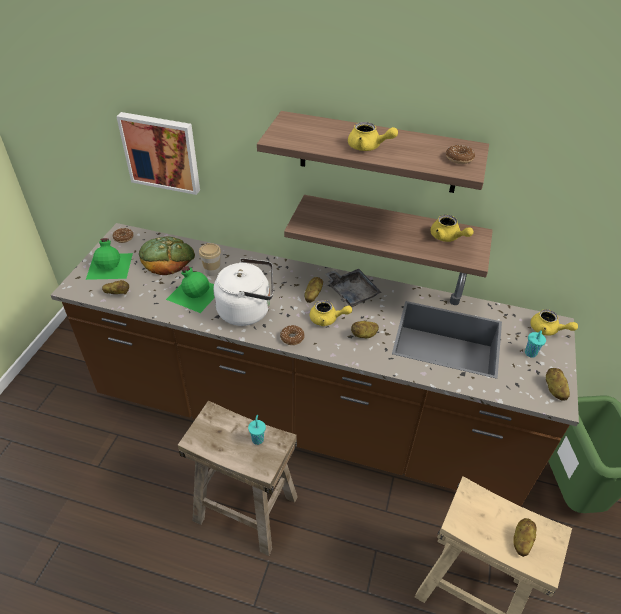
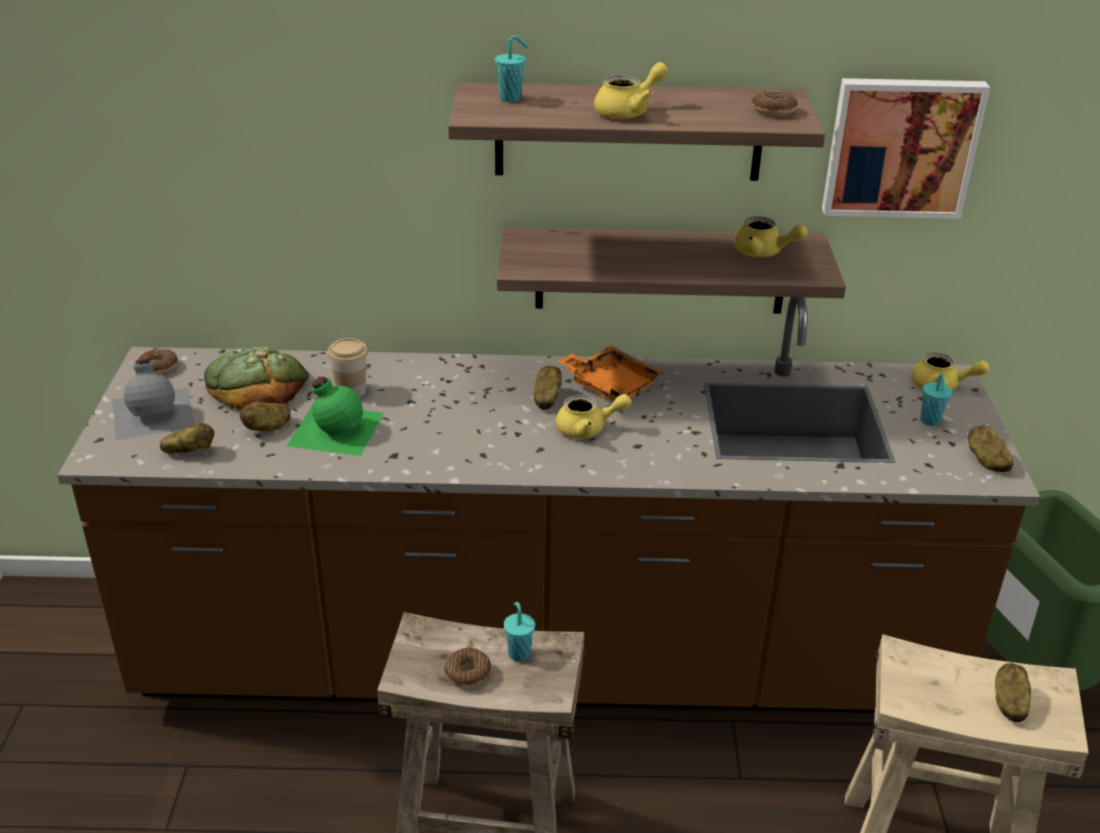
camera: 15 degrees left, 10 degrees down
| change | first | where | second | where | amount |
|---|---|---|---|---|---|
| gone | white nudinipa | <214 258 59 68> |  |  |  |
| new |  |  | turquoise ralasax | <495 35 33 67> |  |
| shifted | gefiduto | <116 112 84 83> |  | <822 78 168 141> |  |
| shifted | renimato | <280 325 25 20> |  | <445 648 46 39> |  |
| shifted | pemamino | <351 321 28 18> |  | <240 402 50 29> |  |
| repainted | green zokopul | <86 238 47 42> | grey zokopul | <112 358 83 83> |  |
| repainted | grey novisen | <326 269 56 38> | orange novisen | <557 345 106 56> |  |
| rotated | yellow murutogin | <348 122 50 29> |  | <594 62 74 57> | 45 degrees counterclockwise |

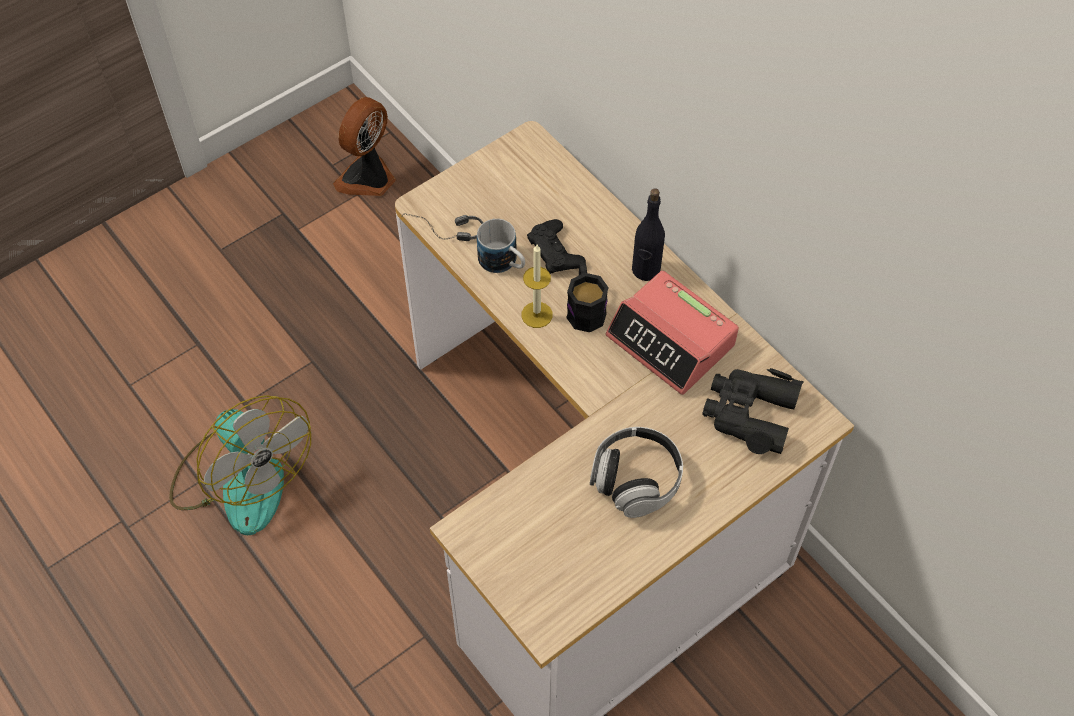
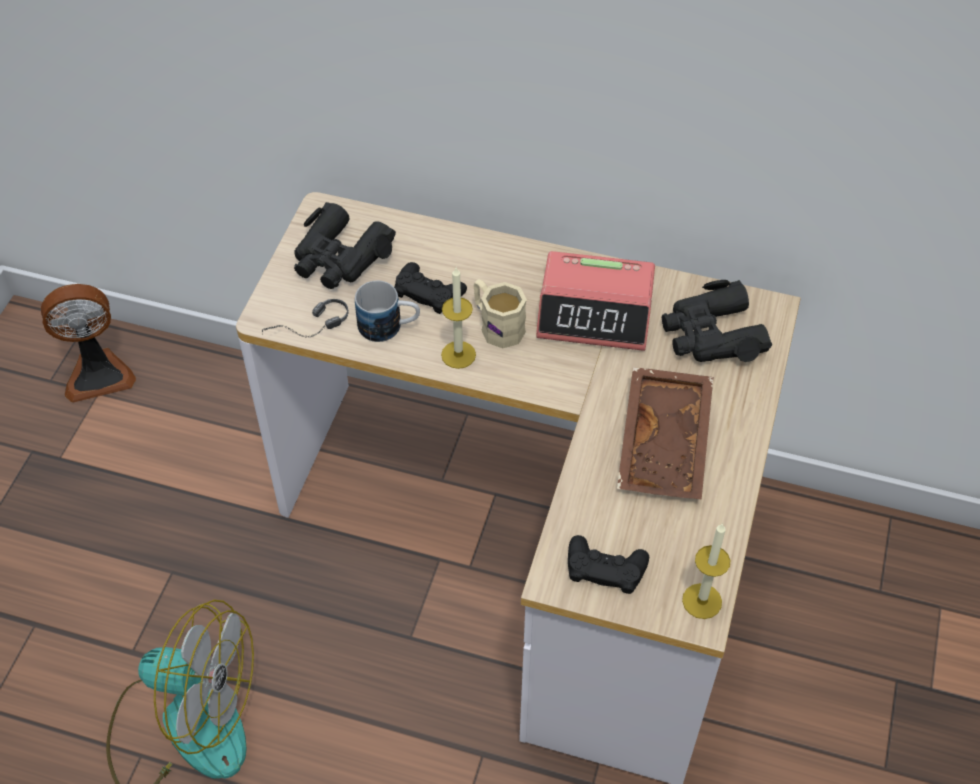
camera: 35 degrees left, 5 degrees down
| change | first | where | second | where | amount |
|---|---|---|---|---|---|
| gone | black zokopul | <632 188 33 93> |  |  |  |
| new |  |  | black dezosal | <294 202 102 87> |  |
| new |  |  | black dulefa | <568 535 81 59> |  |
| new |  |  | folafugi | <682 523 48 96> |  |
| swapped | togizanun | <590 427 93 91> | brown novisen | <617 367 97 133> |  |
| repainted | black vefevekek | <566 263 43 70> | beige vefevekek | <474 279 53 70> |  |
| rotated | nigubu | <333 97 63 99> |  | <41 284 95 119> | 105 degrees counterclockwise |

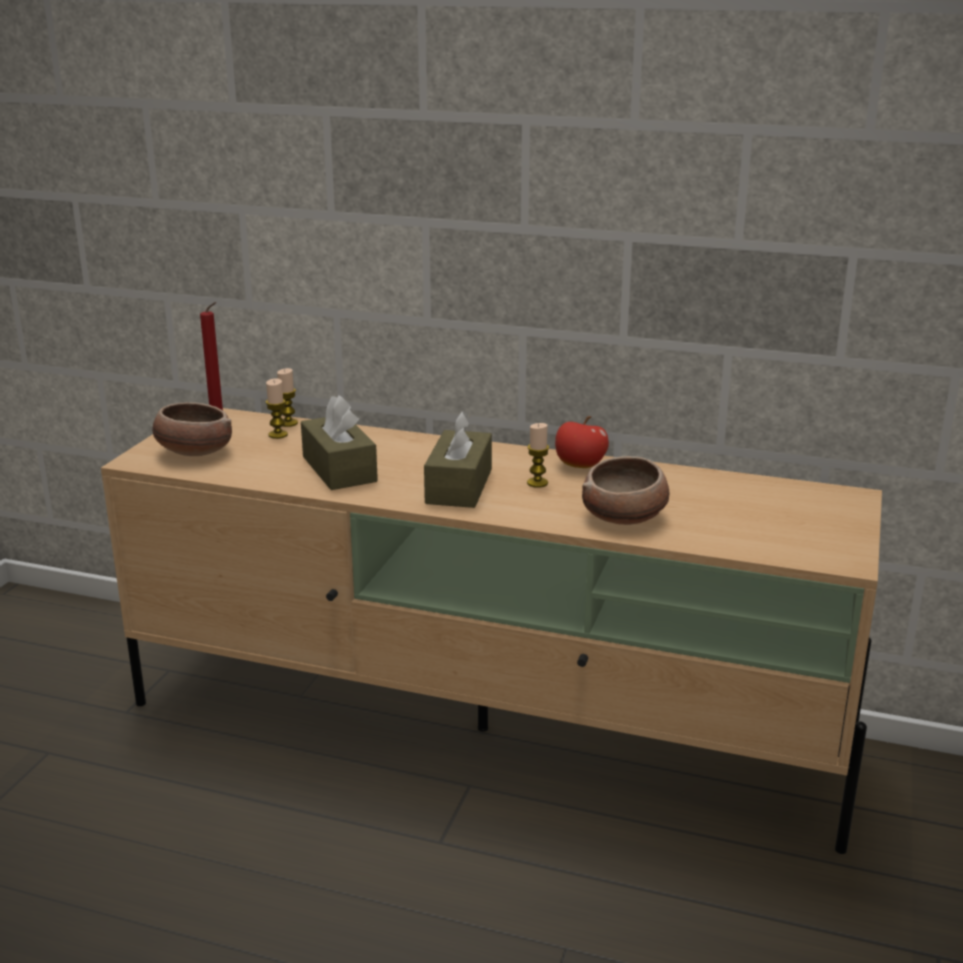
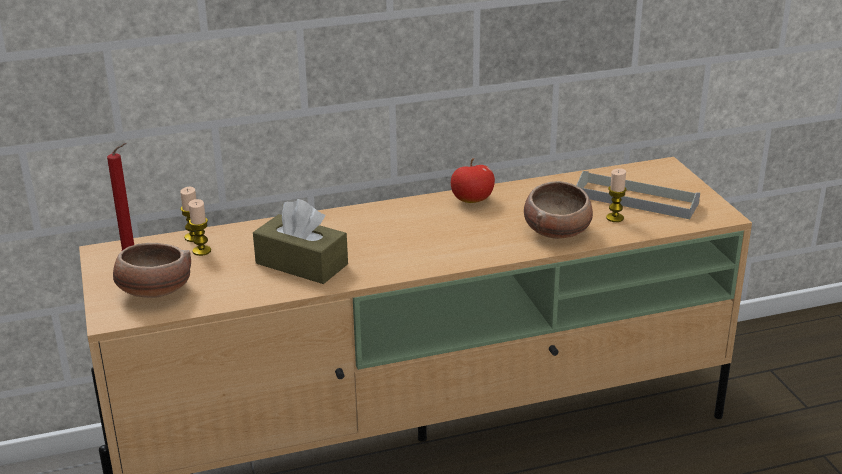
camera: 35 degrees left, 5 degrees up
| change | first | where | second | where | amount |
|---|---|---|---|---|---|
| gone | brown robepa | <424 411 68 97> |  |  |  |
| new |  |  | grey novisen | <576 171 124 48> |  |
| shifted | folafugi | <527 423 22 65> |  | <606 168 21 54> |  |

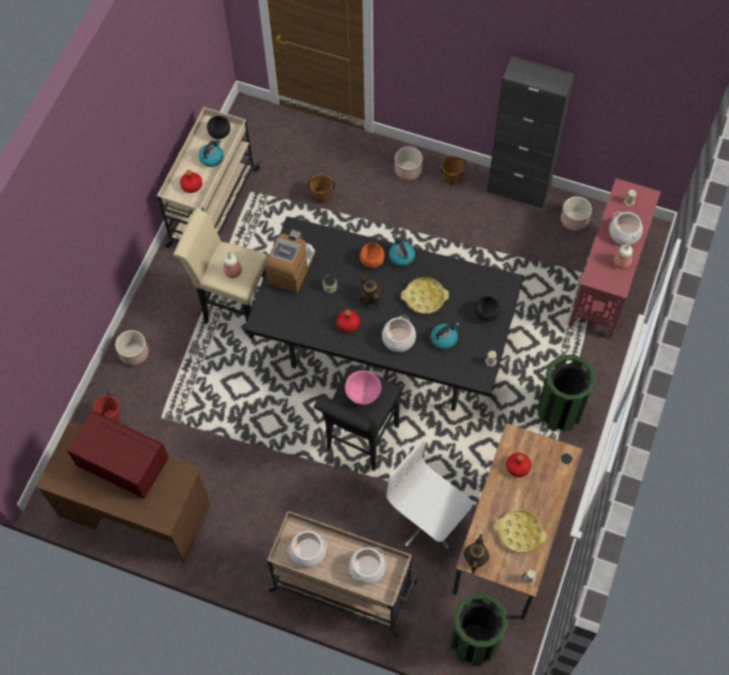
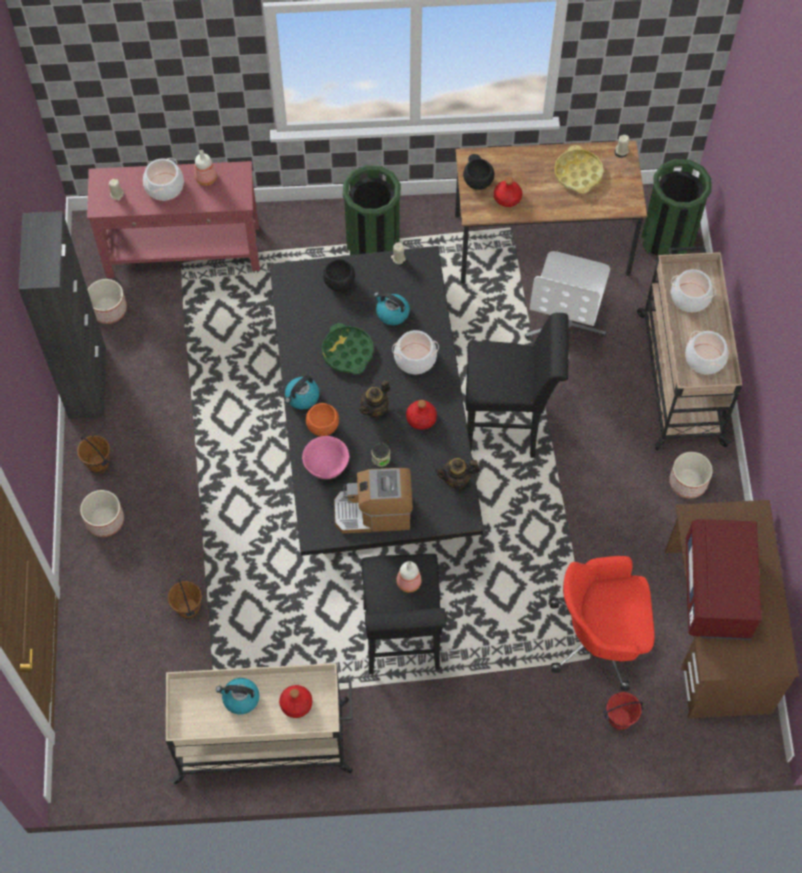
camera: 115 degrees left, 0 degrees up
| change | first | where | second | where | amount |
|---|---|---|---|---|---|
| new |  |  | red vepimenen | <550 556 105 135> |  |
| shifted | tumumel | <115 330 34 36> |  | <669 452 44 46> |  |
| shifted | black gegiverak | <207 116 23 23> |  | <463 159 31 31> |  |
| shifted | pink gegiverak | <345 371 36 34> |  | <302 436 47 43> |  |
| shifted | murutogin | <464 534 26 40> |  | <435 458 45 31> |  |
| repainted | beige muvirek | <173 209 95 130> | black muvirek | <361 554 85 120> |  |
| repainted | yellow novisen | <401 277 48 37> | green novisen | <322 323 52 51> |  |

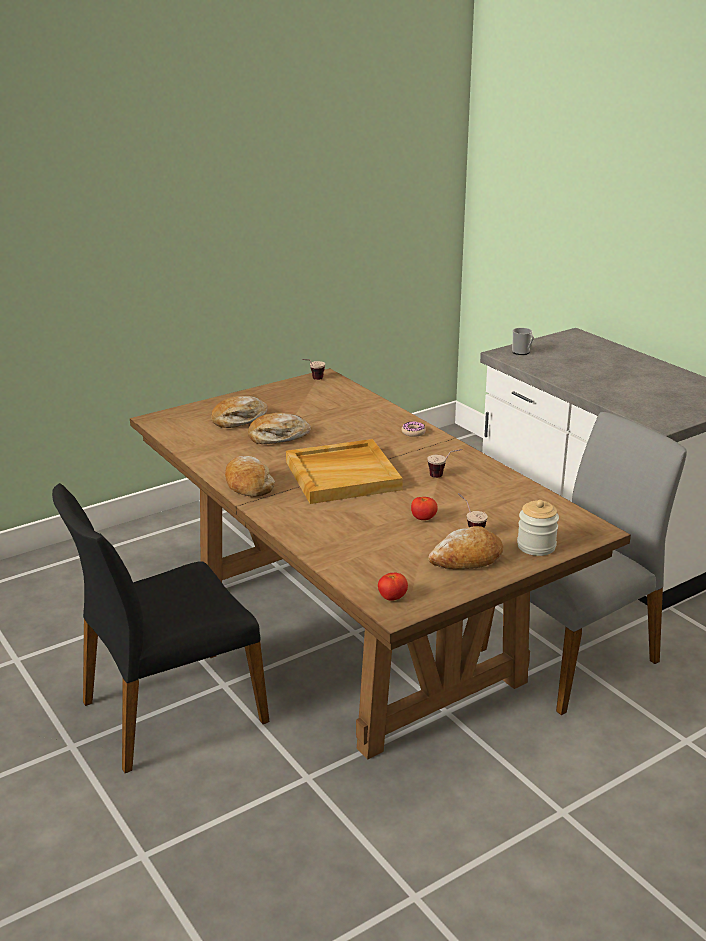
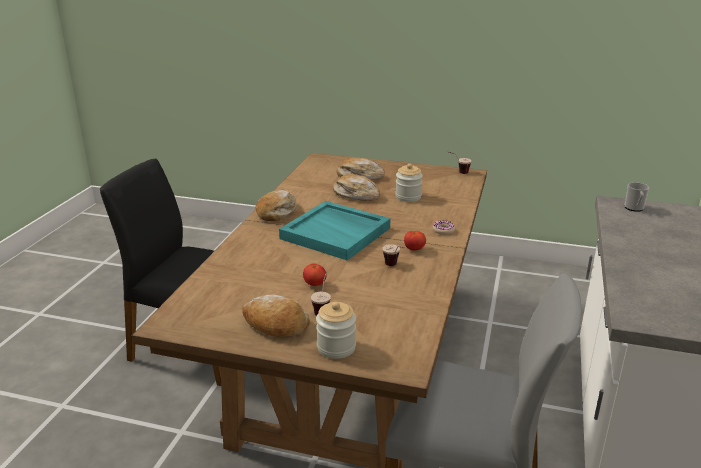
camera: 50 degrees right, 0 degrees up
| change | first | where | second | where | amount |
|---|---|---|---|---|---|
| new |  |  | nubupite | <395 164 28 38> |  |
| shifted | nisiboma | <378 573 30 28> |  | <404 231 22 20> |  |
| repainted | beige novisen | <286 439 117 65> | turquoise novisen | <279 201 112 59> |  |

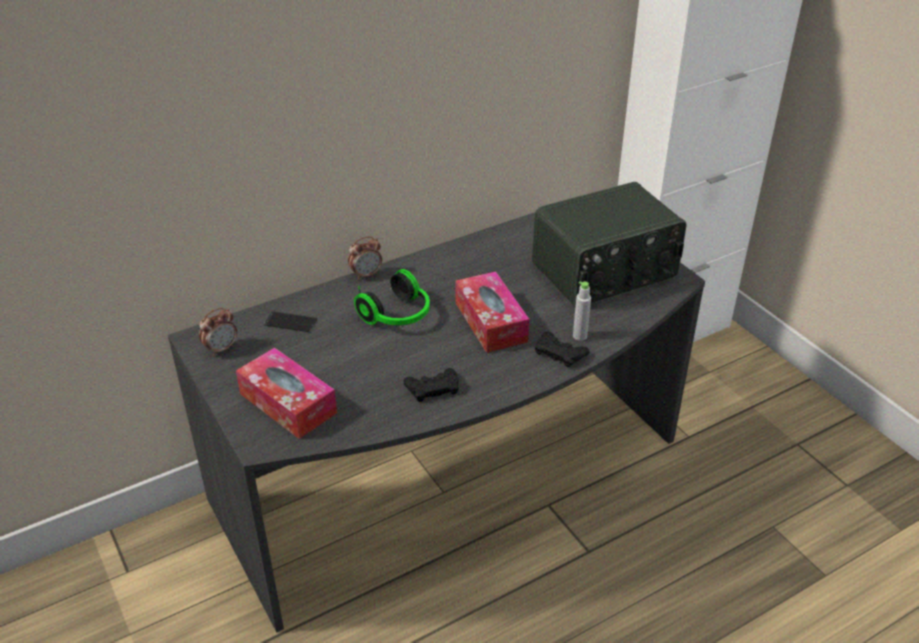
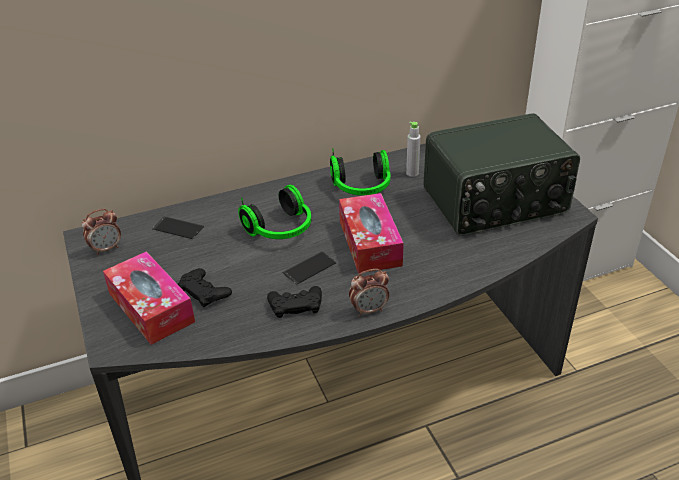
camera: 10 degrees right, 0 degrees up
| change | first | where | second | where | amount |
|---|---|---|---|---|---|
| new |  |  | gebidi | <283 251 54 34> |  |
| new |  |  | togizanun | <330 148 61 47> |  |
| shifted | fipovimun | <348 236 34 44> |  | <349 269 40 47> |  |
| shifted | black dulefa | <535 332 54 35> |  | <178 268 54 40> |  |
| shifted | grey zokopul | <573 281 18 60> |  | <406 122 14 55> |  |

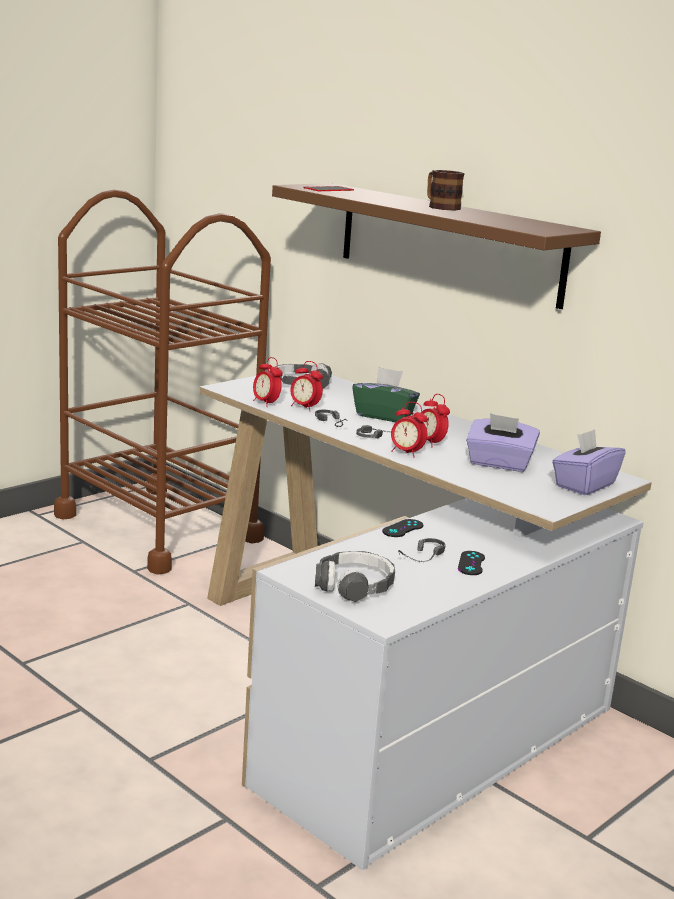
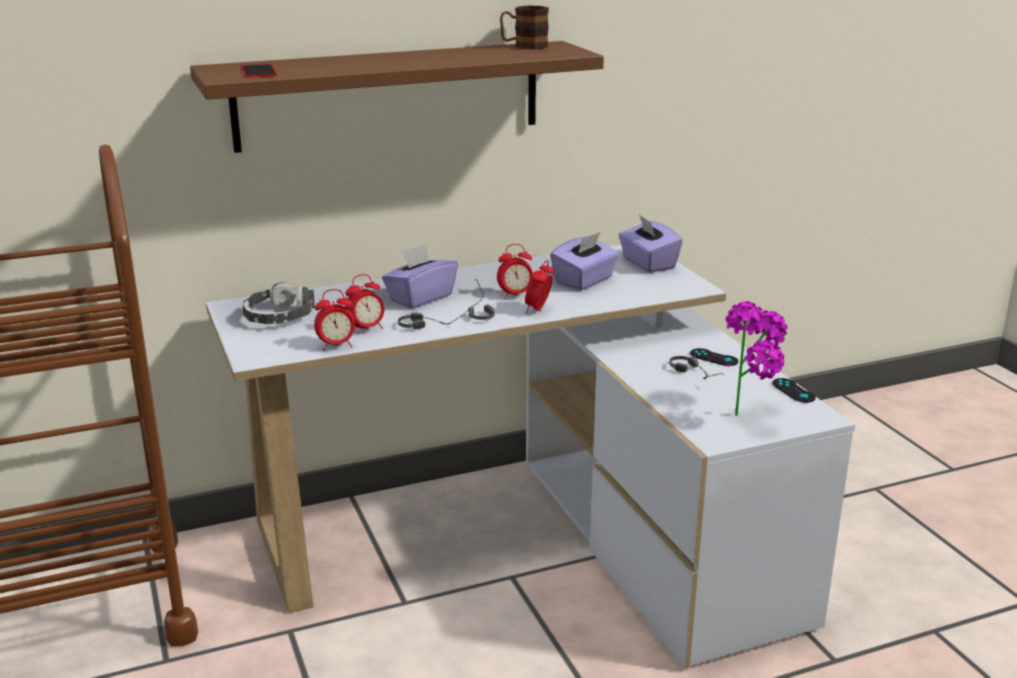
camera: 65 degrees left, 5 degrees up
| change | first | where | second | where | amount |
|---|---|---|---|---|---|
| shifted | black dulefa | <382 519 41 18> |  | <772 378 44 25> |  |
| shifted | vefevekek | <427 170 38 41> |  | <500 6 49 43> |  |
| swapped | togizanun | <315 551 80 52> | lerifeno | <726 301 62 115> |  |
| repainted | green robepa | <352 367 68 55> | purple robepa | <382 244 76 65> |  |
| rotated | fipovimun | <391 402 37 55> |  | <525 260 29 53> | 150 degrees clockwise |

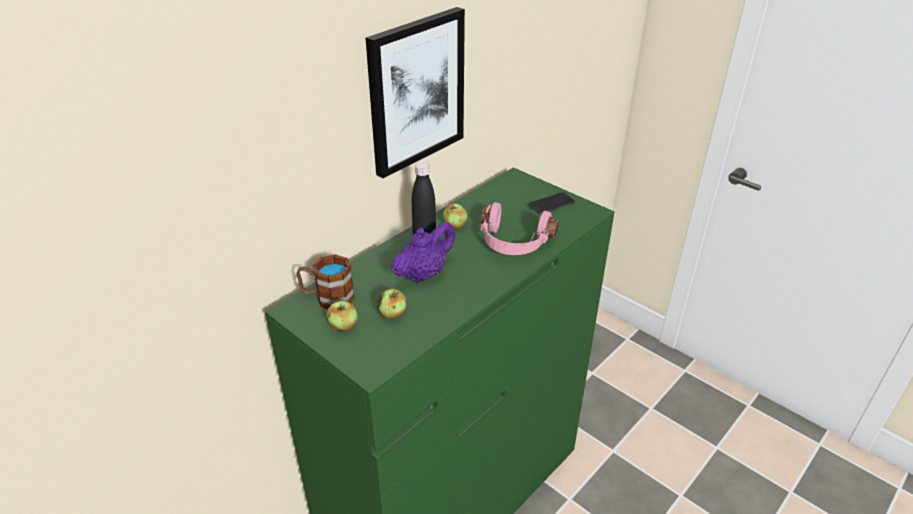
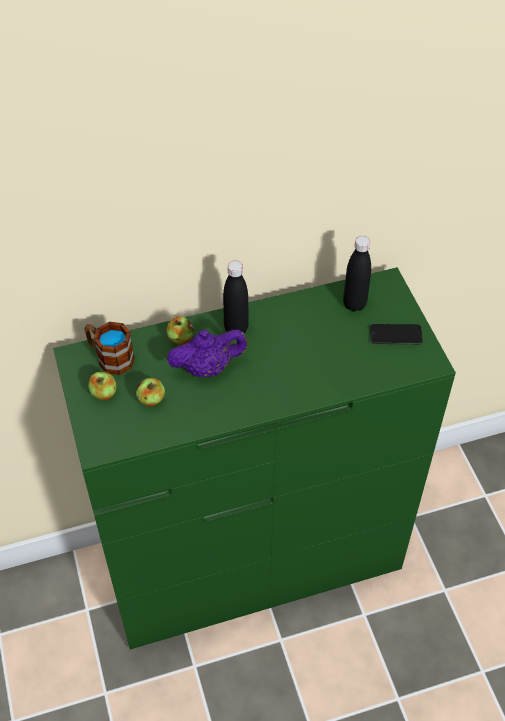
camera: 30 degrees right, 15 degrees up
| change | first | where | second | where | amount |
|---|---|---|---|---|---|
| gone | gefiduto | <366 7 99 171> |  |  |  |
| gone | pink togizanun | <481 202 78 53> |  |  |  |
| new |  |  | black zokopul | <343 236 28 76> |  |
| shifted | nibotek | <443 204 24 25> |  | <167 316 27 29> |  |

